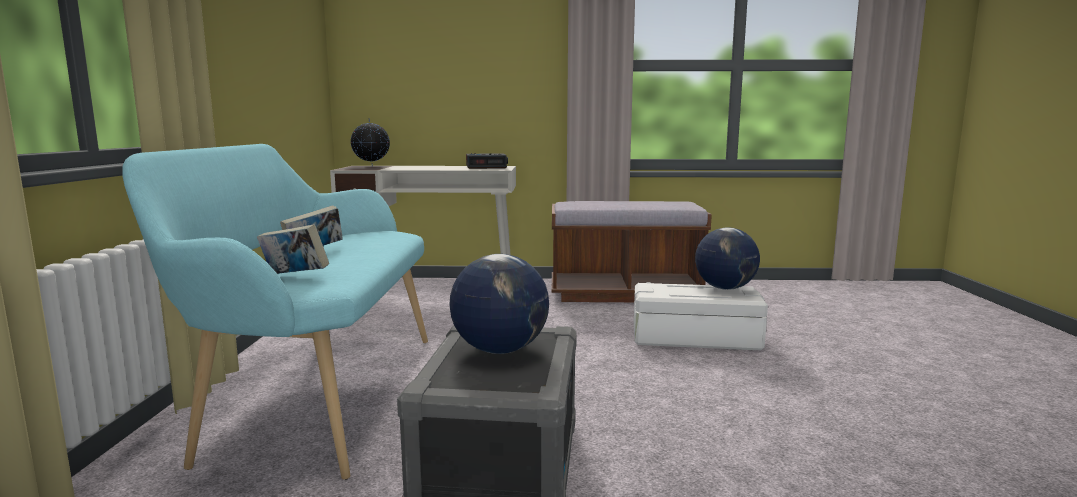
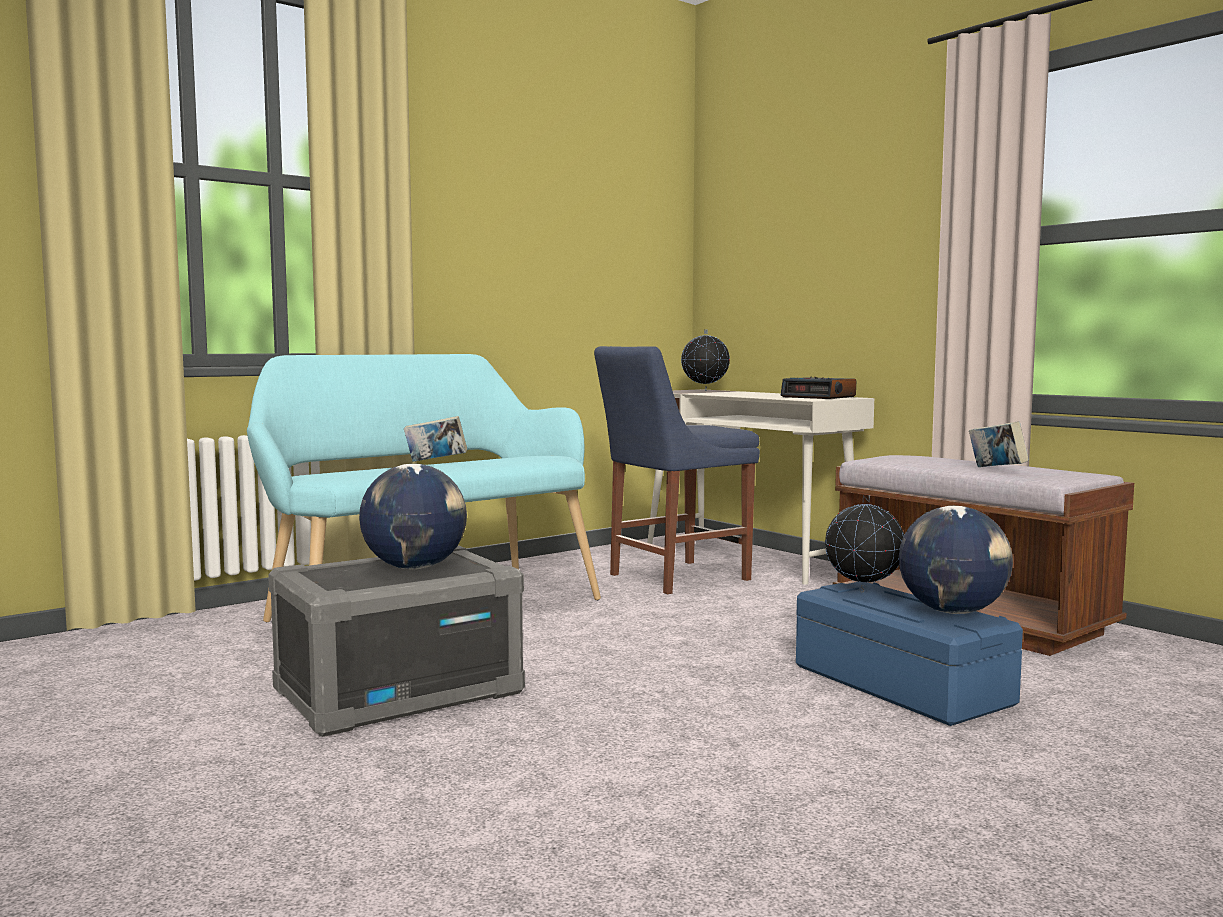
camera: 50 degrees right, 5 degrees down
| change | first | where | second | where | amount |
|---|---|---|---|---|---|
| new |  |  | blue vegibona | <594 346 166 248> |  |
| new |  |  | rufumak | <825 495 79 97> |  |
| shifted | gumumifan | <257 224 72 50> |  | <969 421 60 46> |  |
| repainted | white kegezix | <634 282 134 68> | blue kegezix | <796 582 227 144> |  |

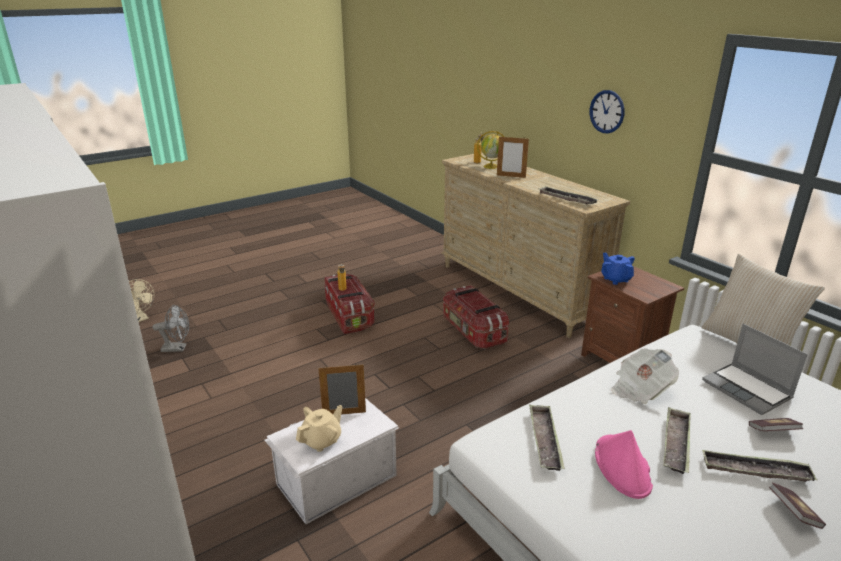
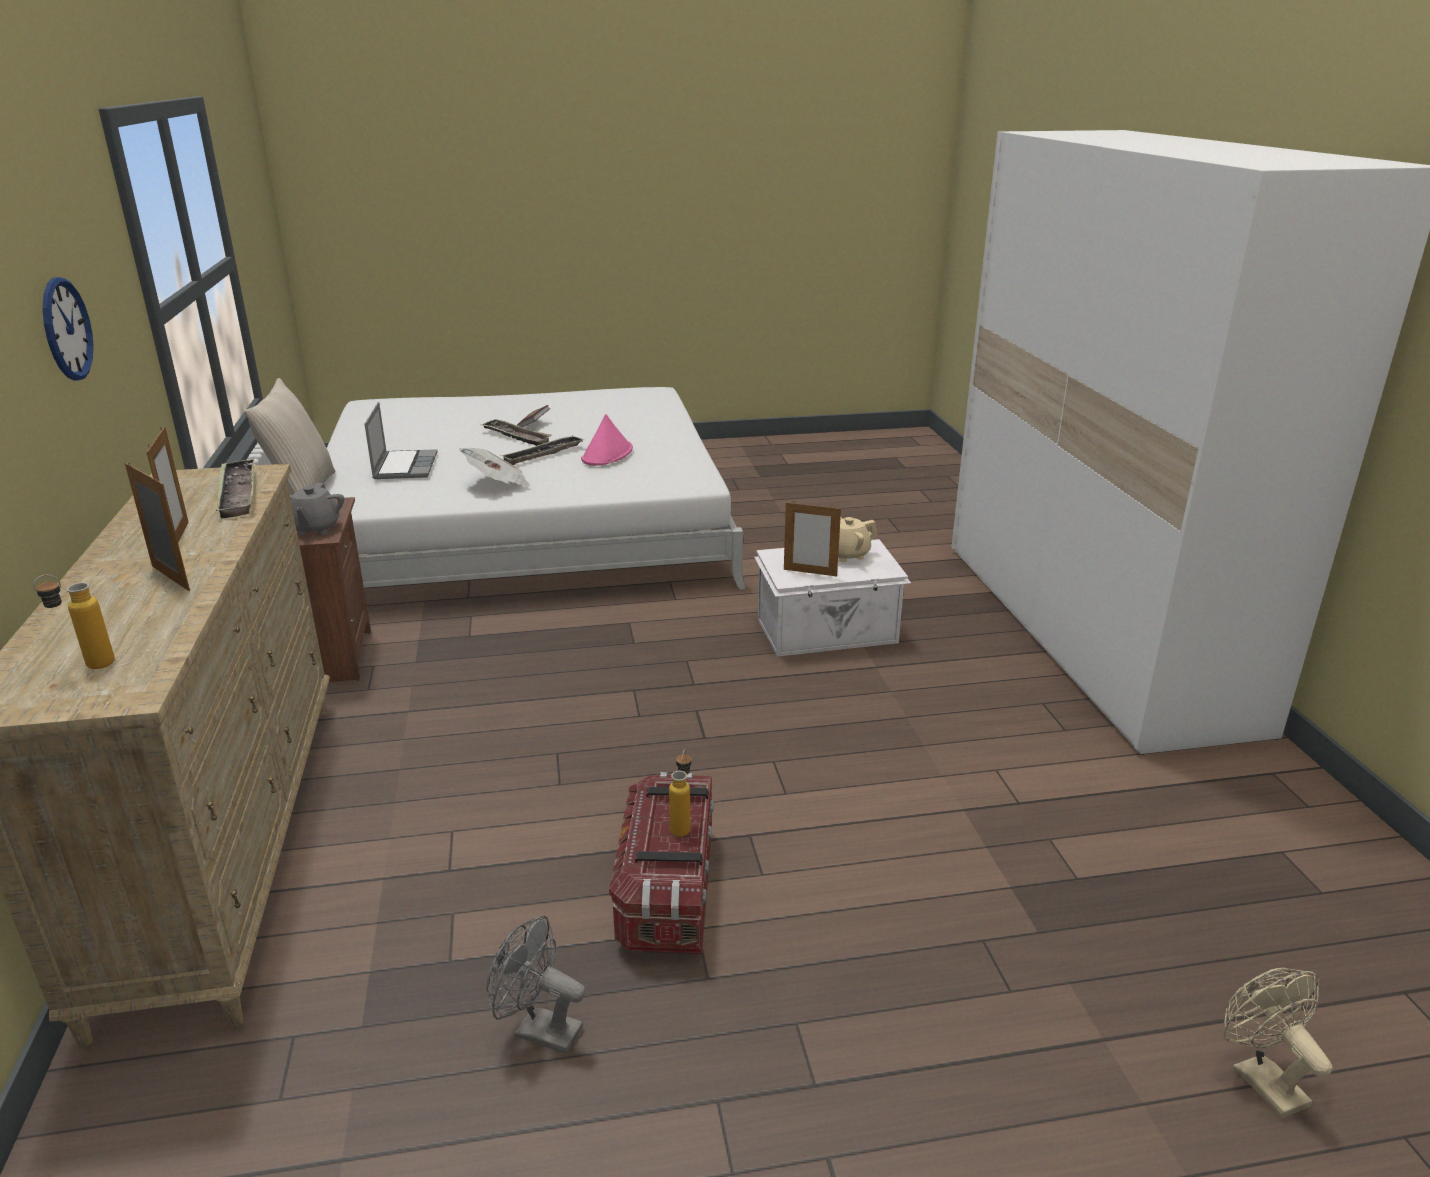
camera: 155 degrees left, 0 degrees up
| change | first | where | second | where | amount |
|---|---|---|---|---|---|
| gone | kegezix | <443 285 66 64> |  |  |  |
| gone | rufumak | <477 131 27 38> |  |  |  |
| gone | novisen | <529 404 36 67> |  |  |  |
| gone | gumumifan | <749 418 54 13> |  |  |  |
| new |  |  | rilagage | <147 427 42 116> |  |
| shifted | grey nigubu | <152 305 37 47> |  | <487 916 98 138> |  |
| repainted | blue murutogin | <601 253 34 32> | grey murutogin | <290 483 54 52> |  |

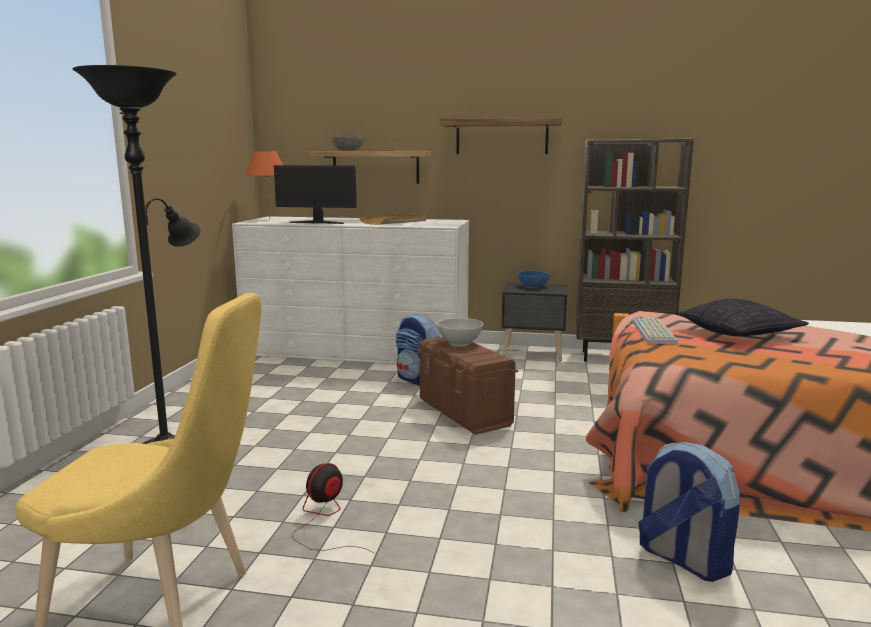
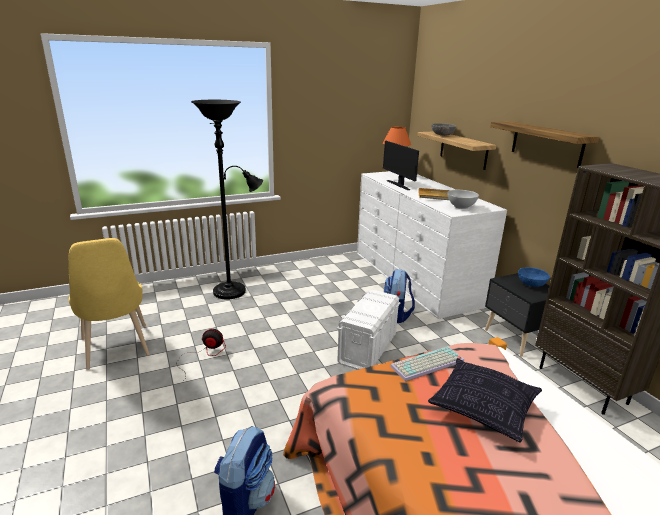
camera: 55 degrees right, 10 degrees up
| change | first | where | second | where | amount |
|---|---|---|---|---|---|
| shifted | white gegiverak | <437 318 46 28> |  | <447 190 32 19> |  |
| repainted | brown kegezix | <417 337 101 98> | white kegezix | <337 289 64 81> |  |

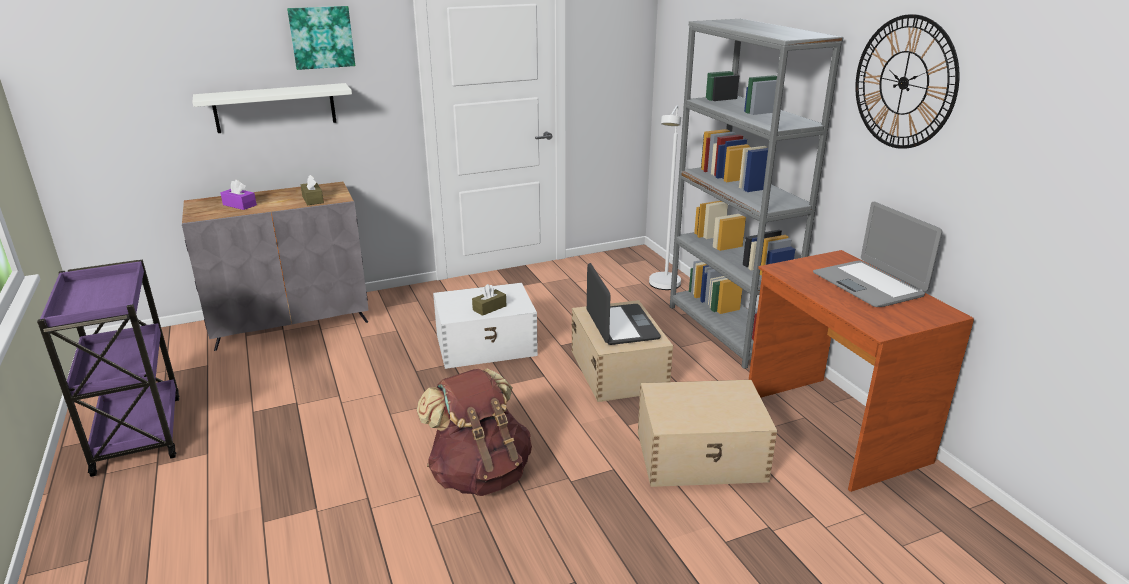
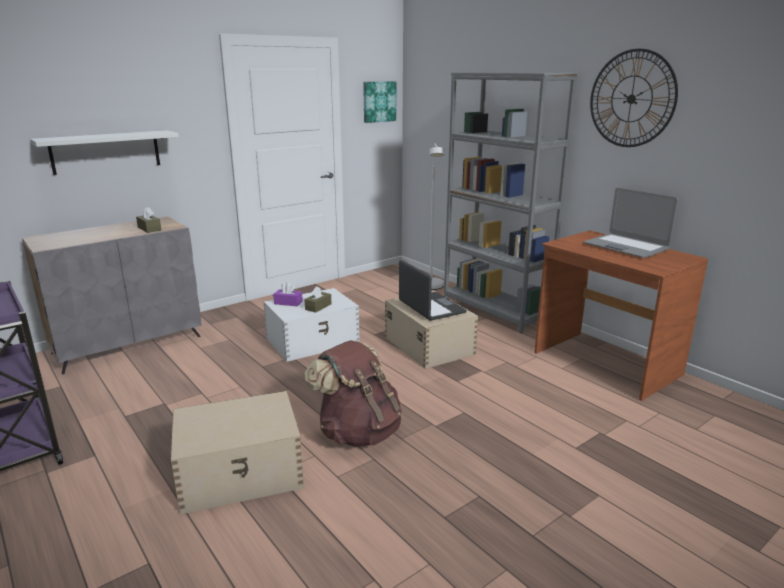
camera: 15 degrees left, 5 degrees down
| change | first | where | second | where | amount |
|---|---|---|---|---|---|
| shifted | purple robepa | <221 180 36 30> |  | <273 282 30 24> |  |
| shifted | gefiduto | <287 6 68 64> |  | <363 81 33 42> |  |
| shifted | beige kegezix | <638 380 139 107> |  | <171 391 133 123> |  |

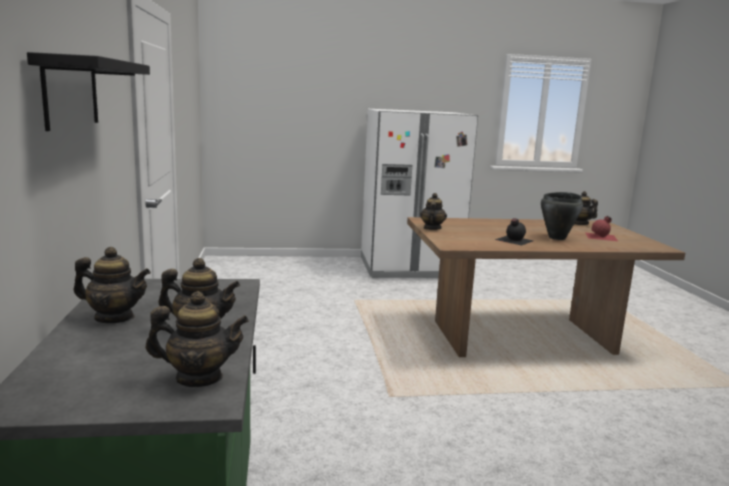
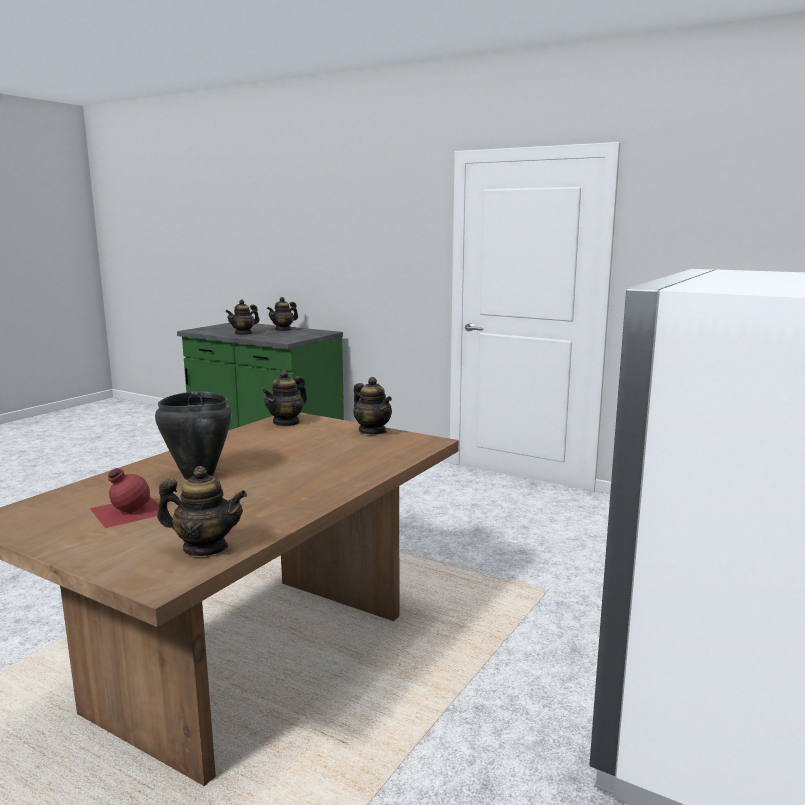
camera: 130 degrees right, 0 degrees up
| change | first | where | second | where | amount |
|---|---|---|---|---|---|
| gone | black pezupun | <27 52 123 79> |  |  |  |
| gone | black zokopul | <495 218 38 28> |  |  |  |
| shifted | murutogin | <145 291 104 96> |  | <262 370 45 57> |  |

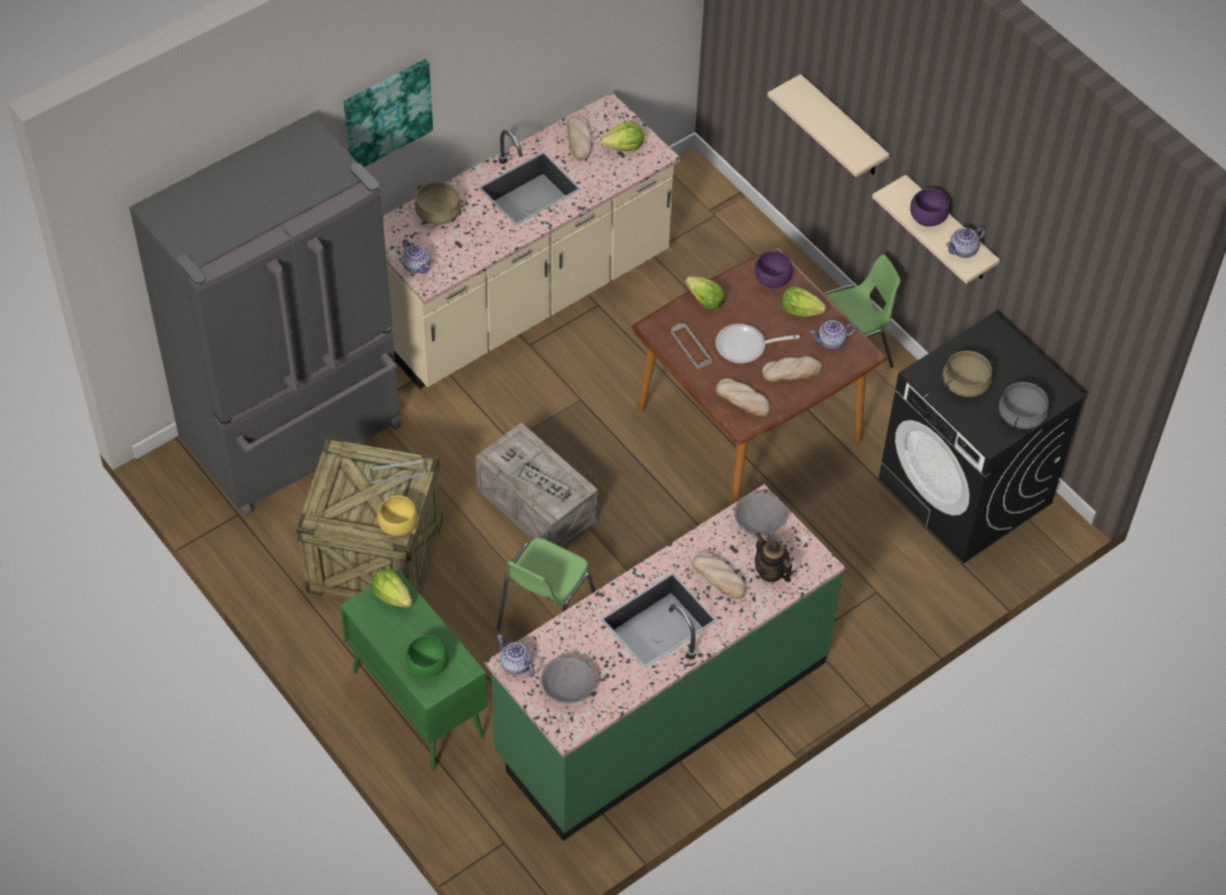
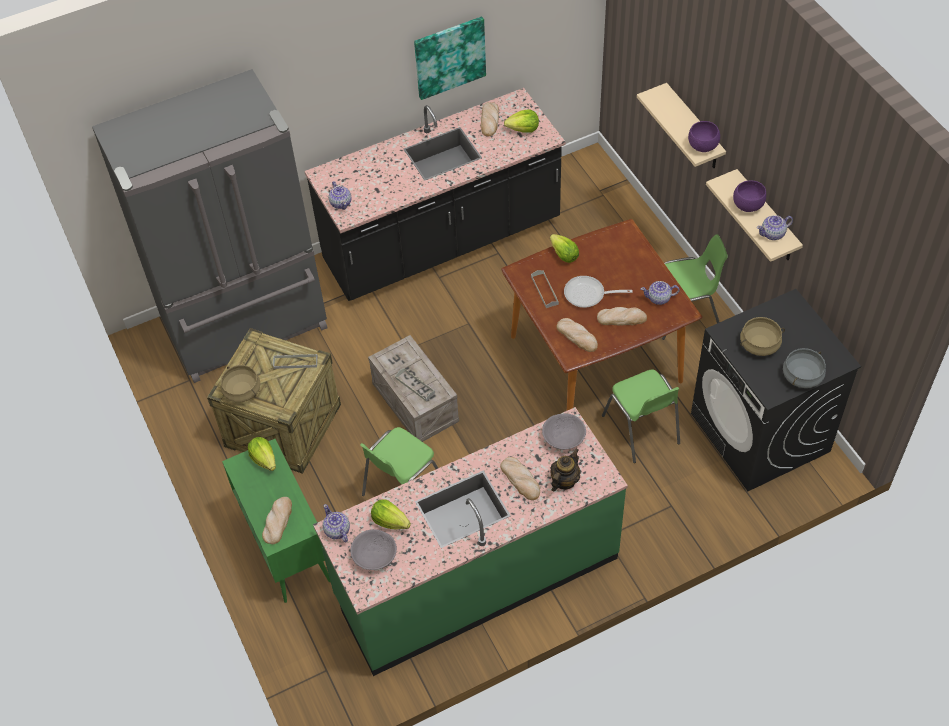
camera: 15 degrees right, 0 degrees up
| change | first | where | second | where | amount |
|---|---|---|---|---|---|
| gone | yellow gegiverak | <377 495 41 41> |  |  |  |
| new |  |  | green vegibona | <602 370 78 93> |  |
| shifted | gefiduto | <343 59 90 108> |  | <414 16 72 84> |  |
| shifted | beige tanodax | <415 181 47 44> |  | <221 365 39 37> |  |
| shifted | purple gegiverak | <755 251 38 37> |  | <688 121 32 31> |  |
| shifted | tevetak | <781 286 46 31> |  | <371 500 40 29> |  |
| swapped | green gegiverak | <406 635 42 43> | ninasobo | <262 497 30 47> |  |
| repainted | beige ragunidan | <383 92 297 297> | black ragunidan | <304 88 262 213> |  |
| rotated | murutogin | <755 533 37 49> |  | <550 449 30 42> | 60 degrees clockwise |

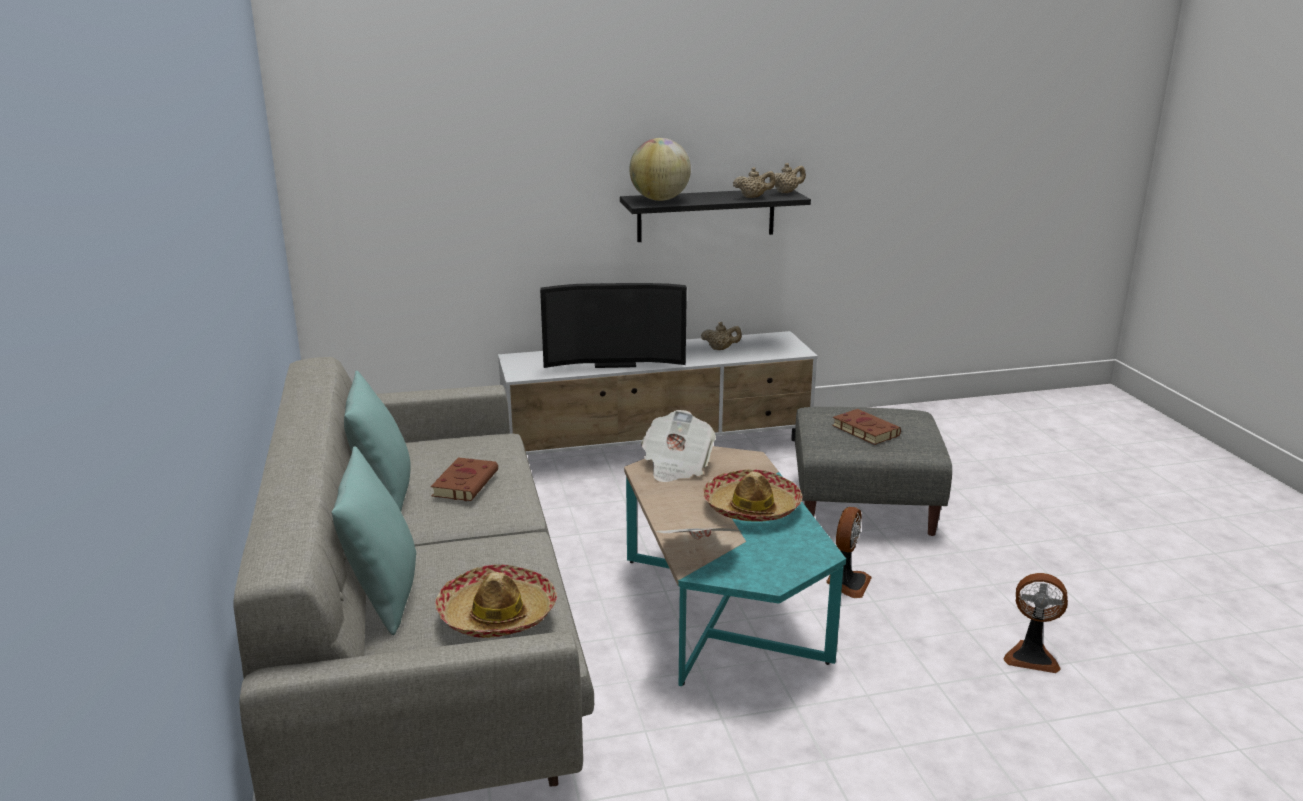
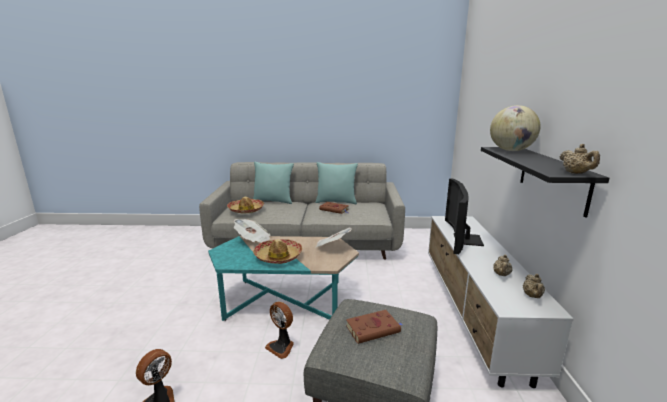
camera: 105 degrees right, 5 degrees down
| change | first | where | second | where | amount |
|---|---|---|---|---|---|
| shifted | beige murutogin | <733 167 43 31> |  | <523 274 22 24> |  |

